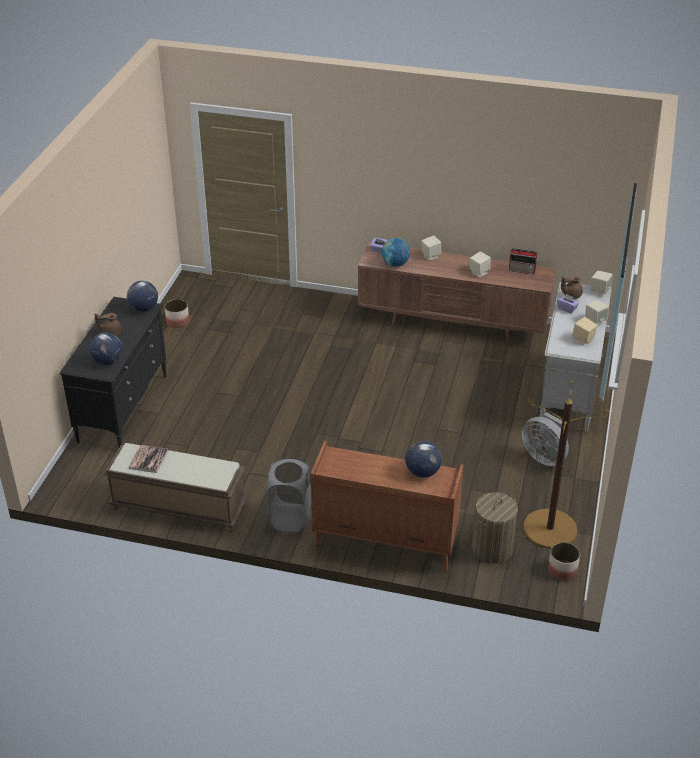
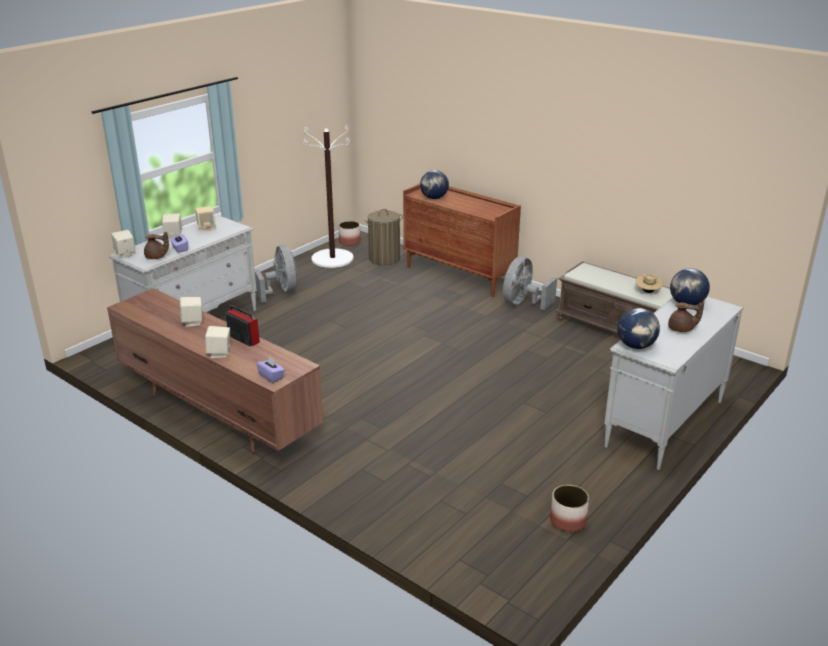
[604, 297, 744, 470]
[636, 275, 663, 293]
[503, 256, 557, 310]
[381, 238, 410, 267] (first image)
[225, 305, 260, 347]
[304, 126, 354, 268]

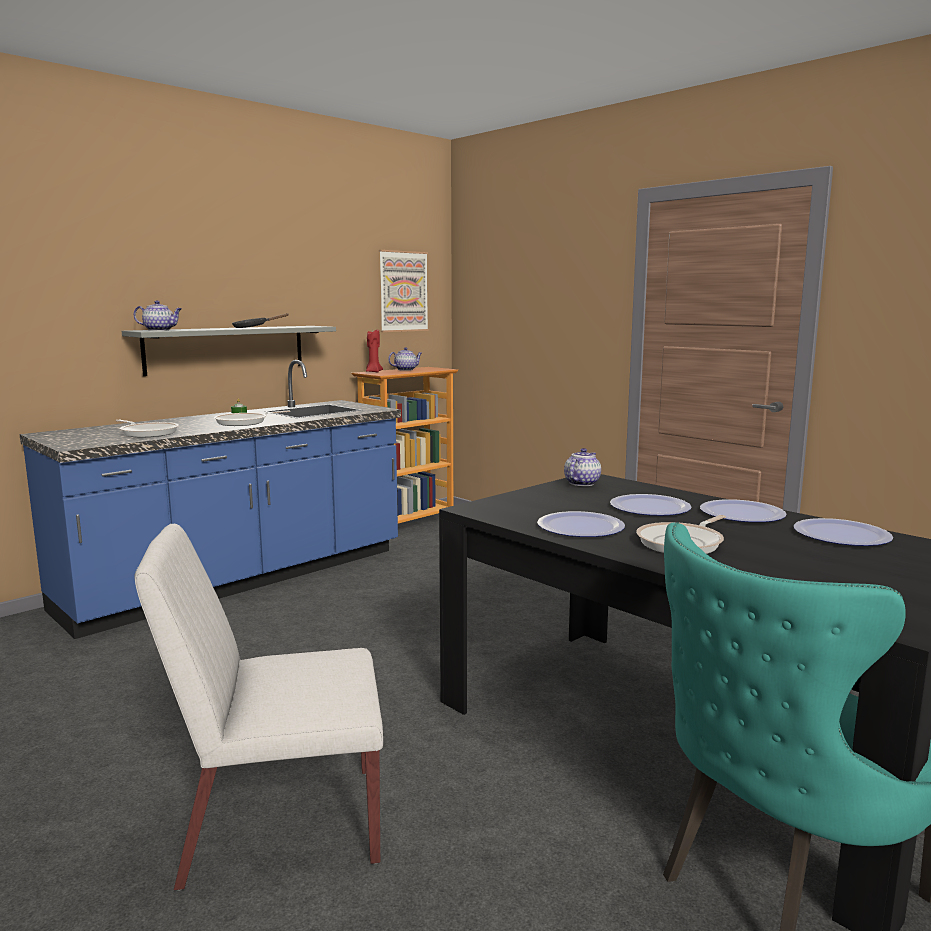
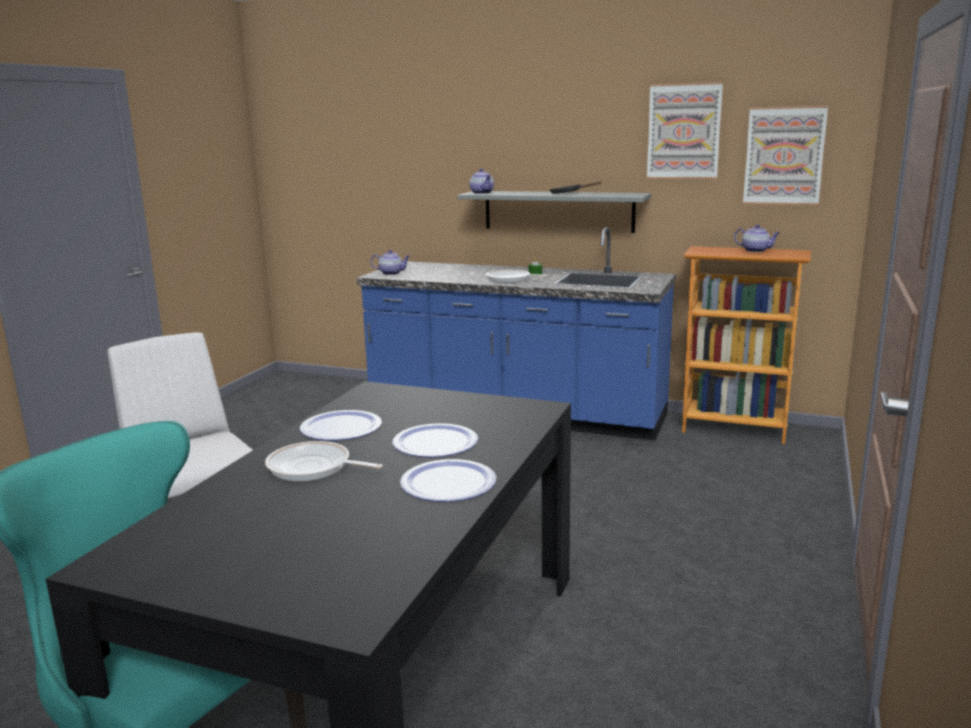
[116, 420, 179, 437] (first image)
[366, 330, 383, 372] (first image)
[371, 250, 410, 275]
[794, 518, 893, 546] (first image)
[647, 82, 723, 179]

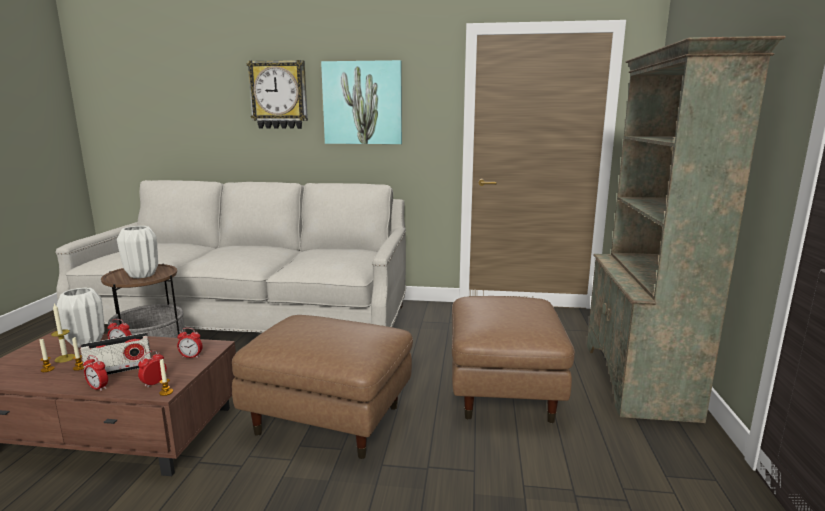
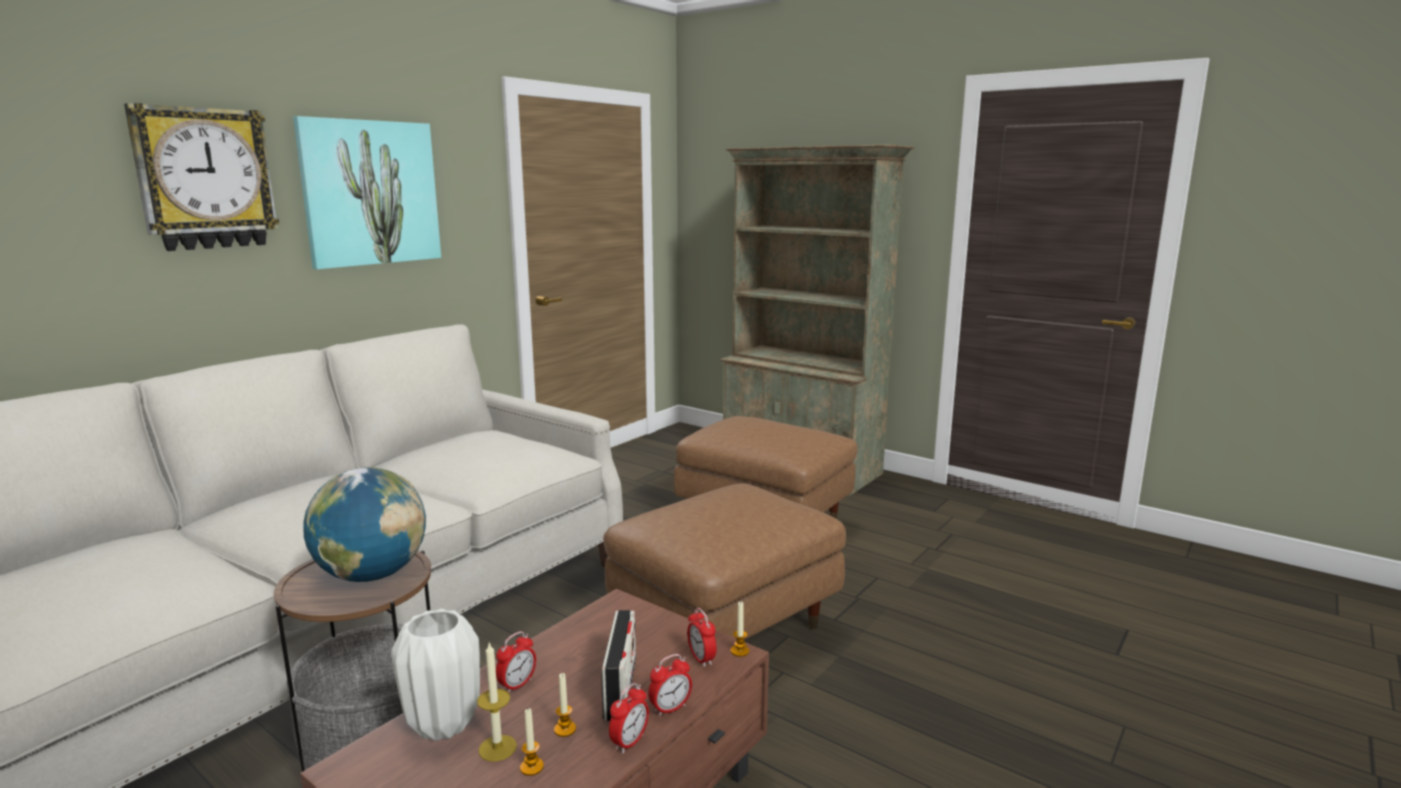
[303, 467, 426, 582]
[609, 683, 649, 754]

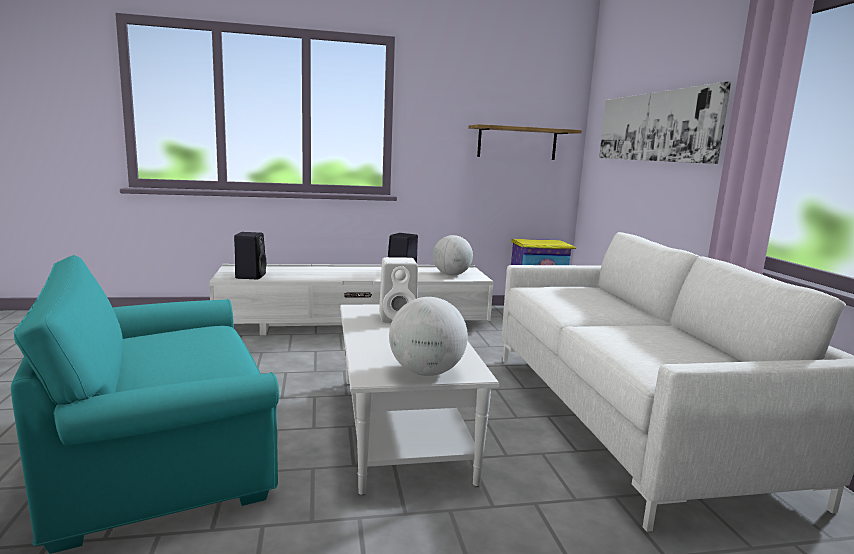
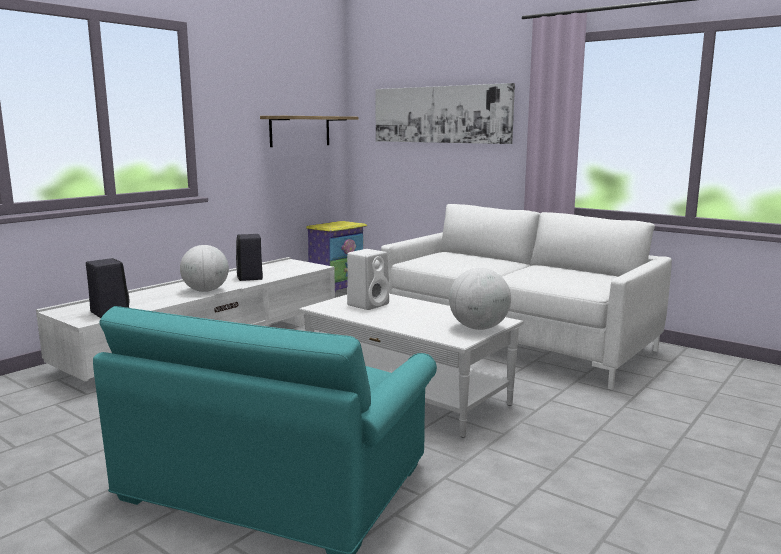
[180, 245, 229, 292]

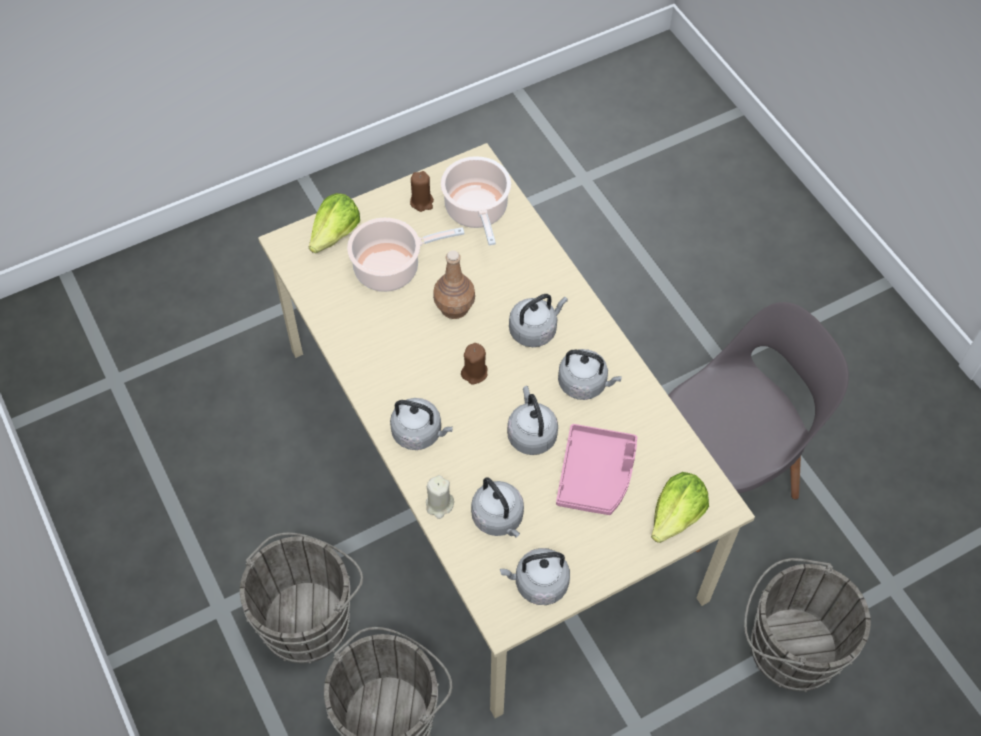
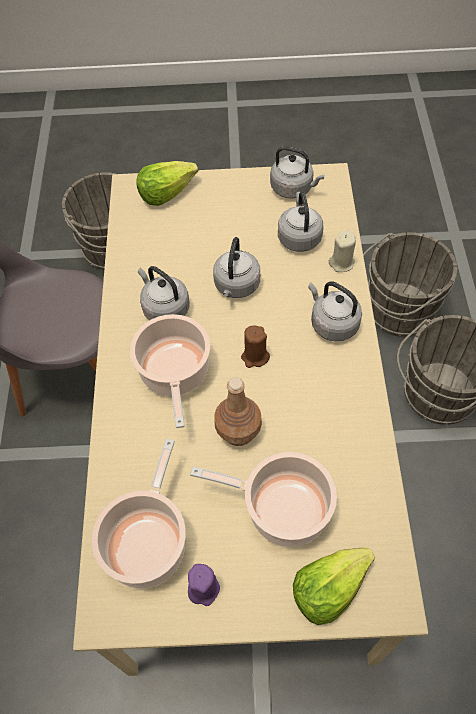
[188, 564, 220, 606]
[130, 314, 210, 428]
[556, 424, 637, 515] (first image)

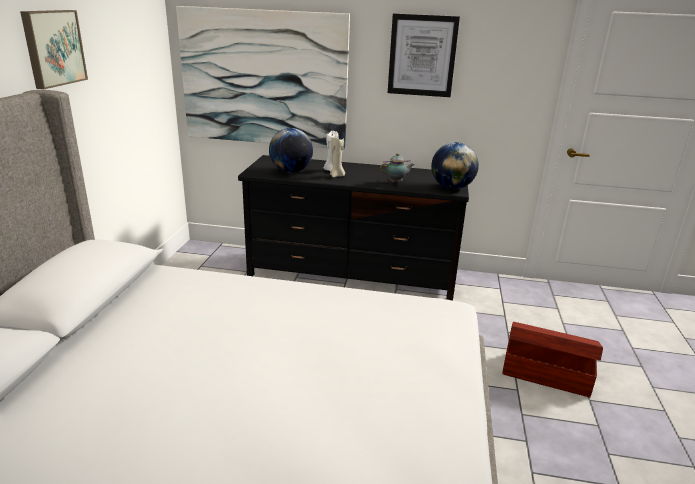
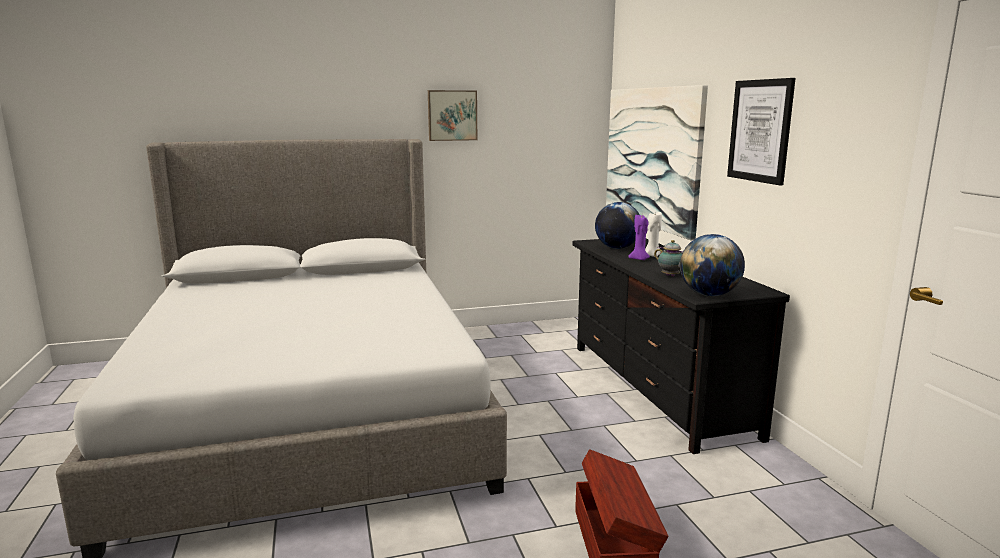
[628, 215, 650, 260]

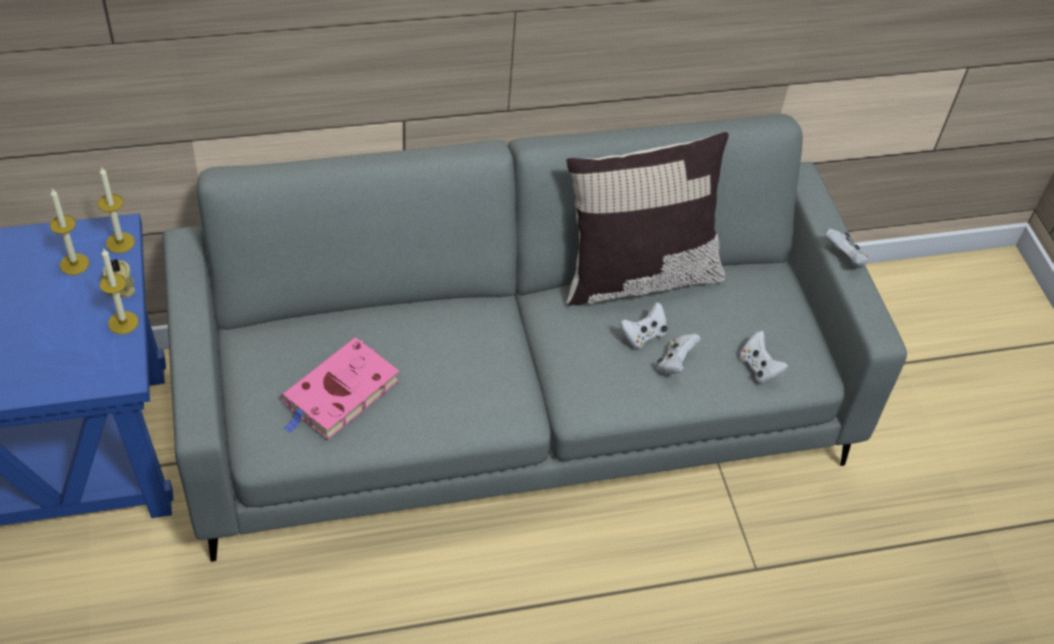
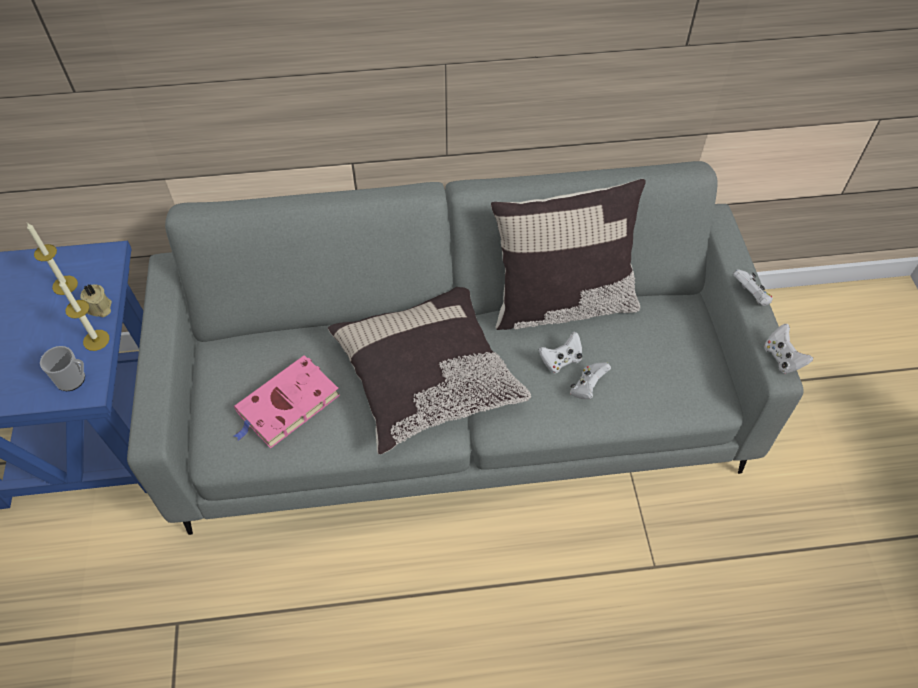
[98, 166, 135, 253] (first image)
[764, 324, 813, 374]
[40, 346, 85, 391]
[328, 287, 531, 455]

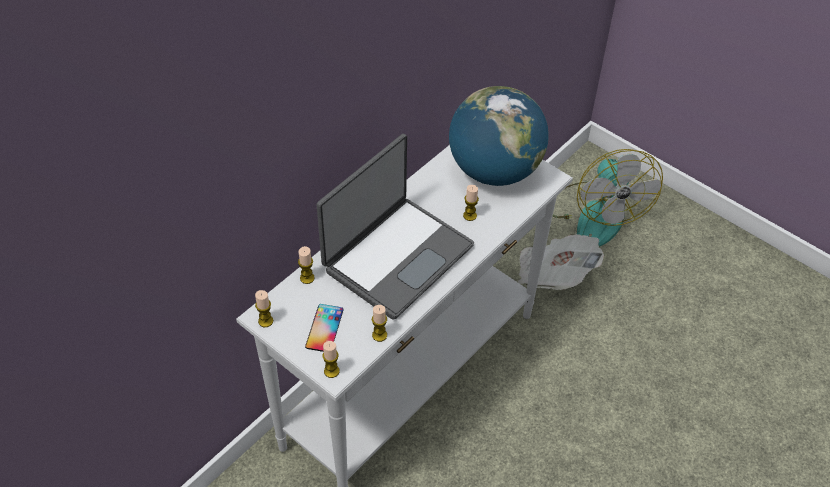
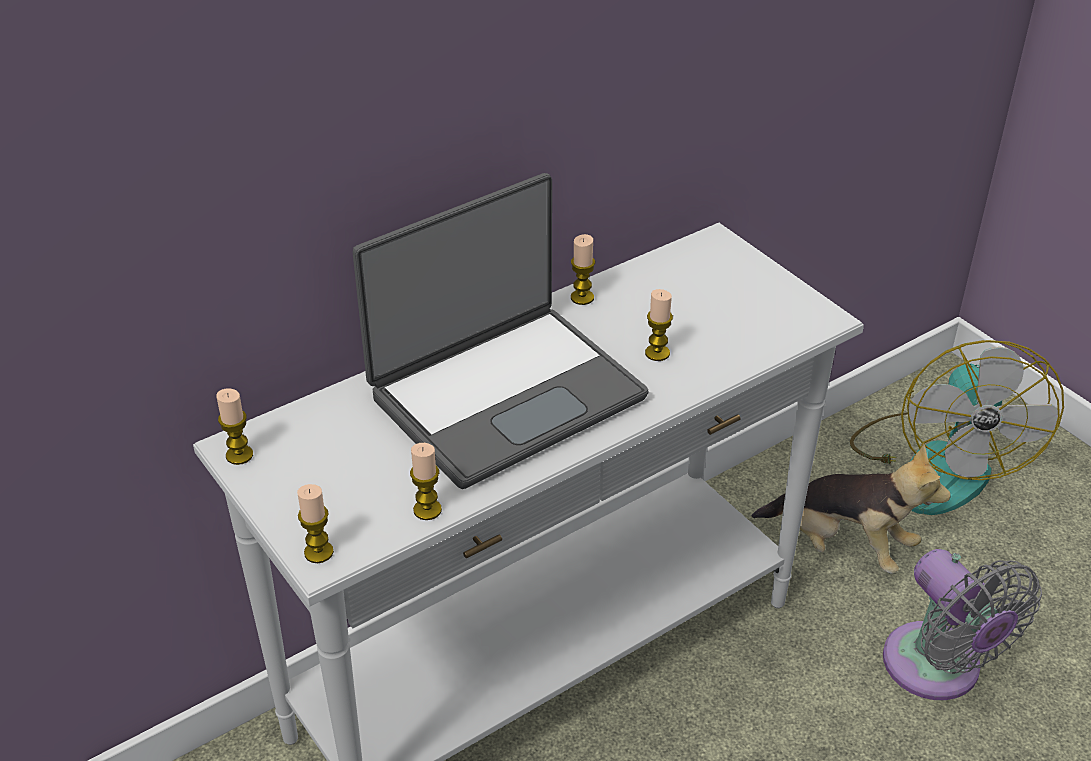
[571, 234, 595, 305]
[305, 304, 343, 352] (first image)
[449, 86, 549, 186] (first image)
[751, 444, 950, 574]
[883, 549, 1042, 700]

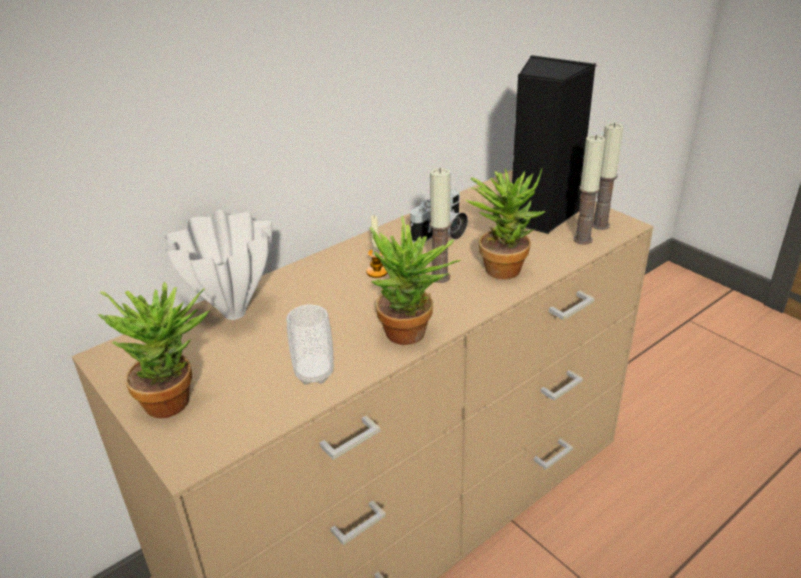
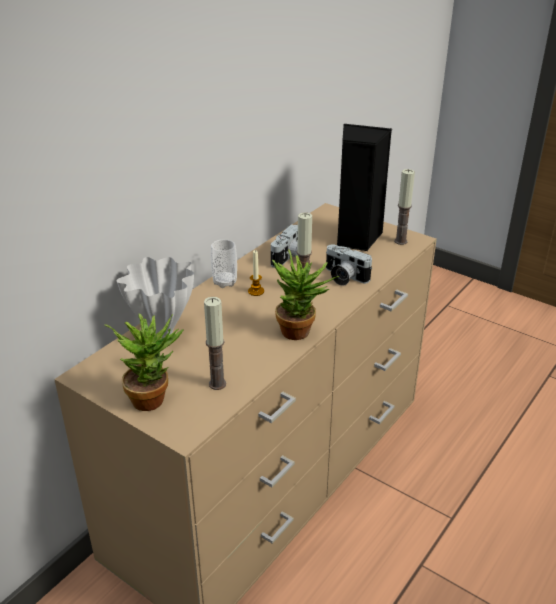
[211, 239, 237, 288]
[326, 244, 372, 286]
[204, 297, 226, 390]

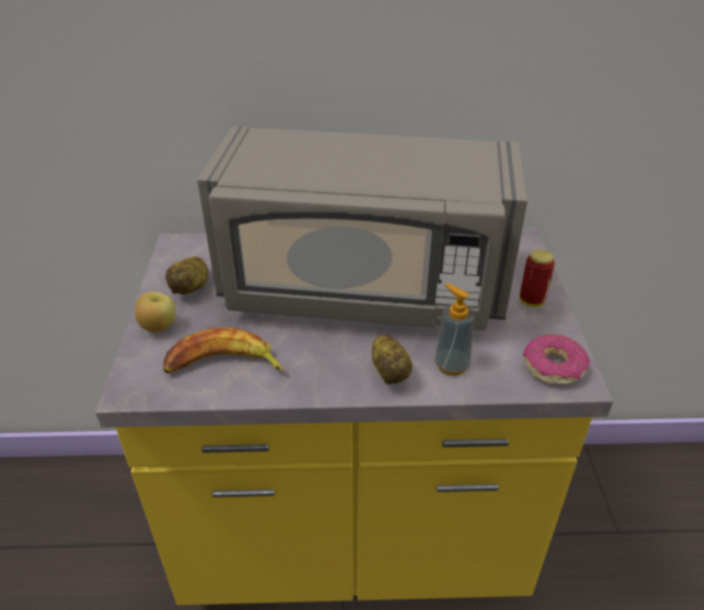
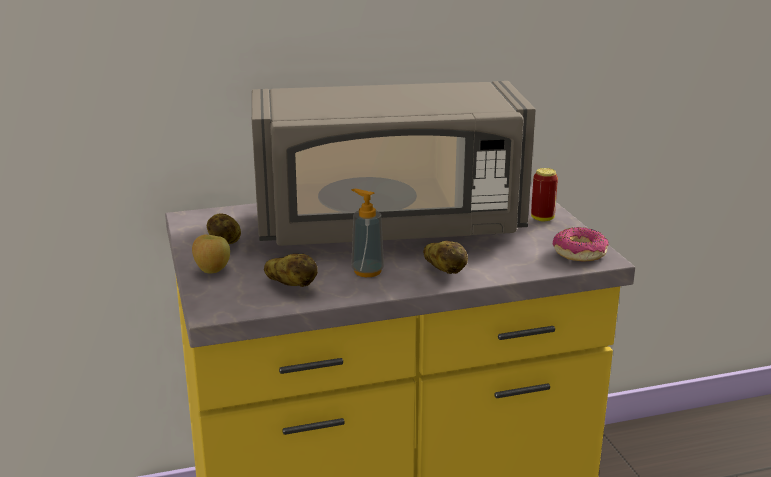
[264, 254, 318, 287]
[351, 189, 384, 277]

